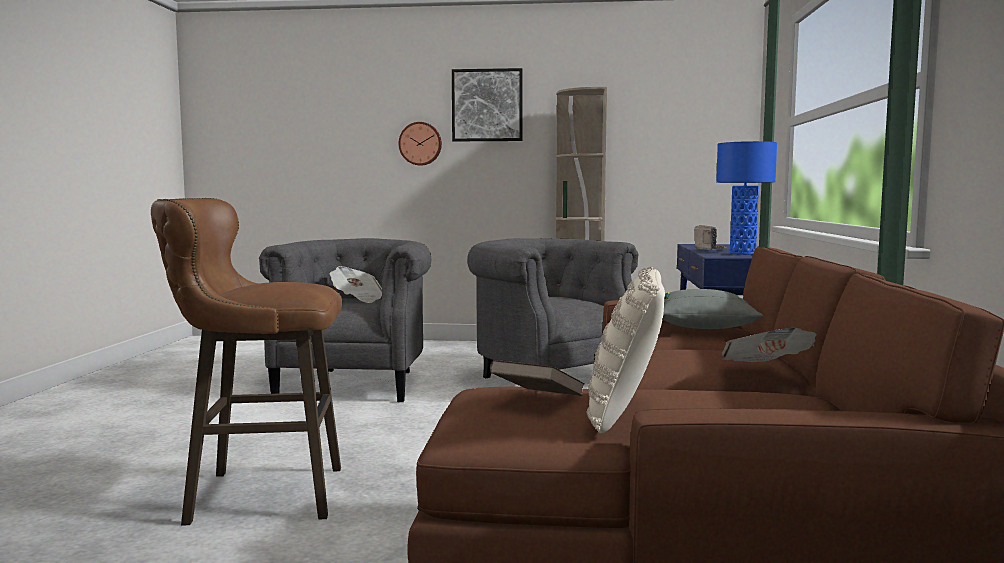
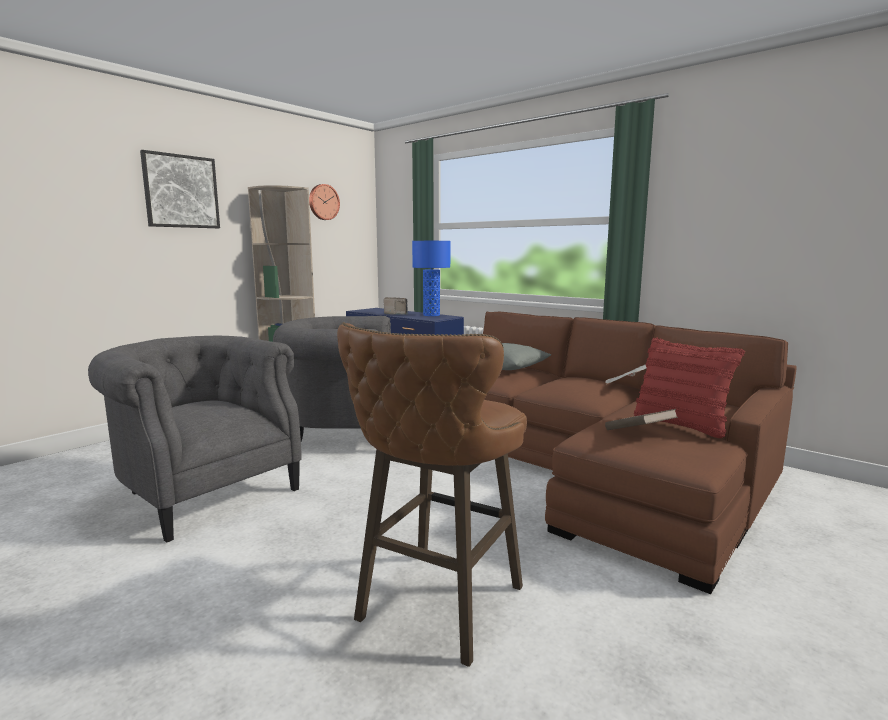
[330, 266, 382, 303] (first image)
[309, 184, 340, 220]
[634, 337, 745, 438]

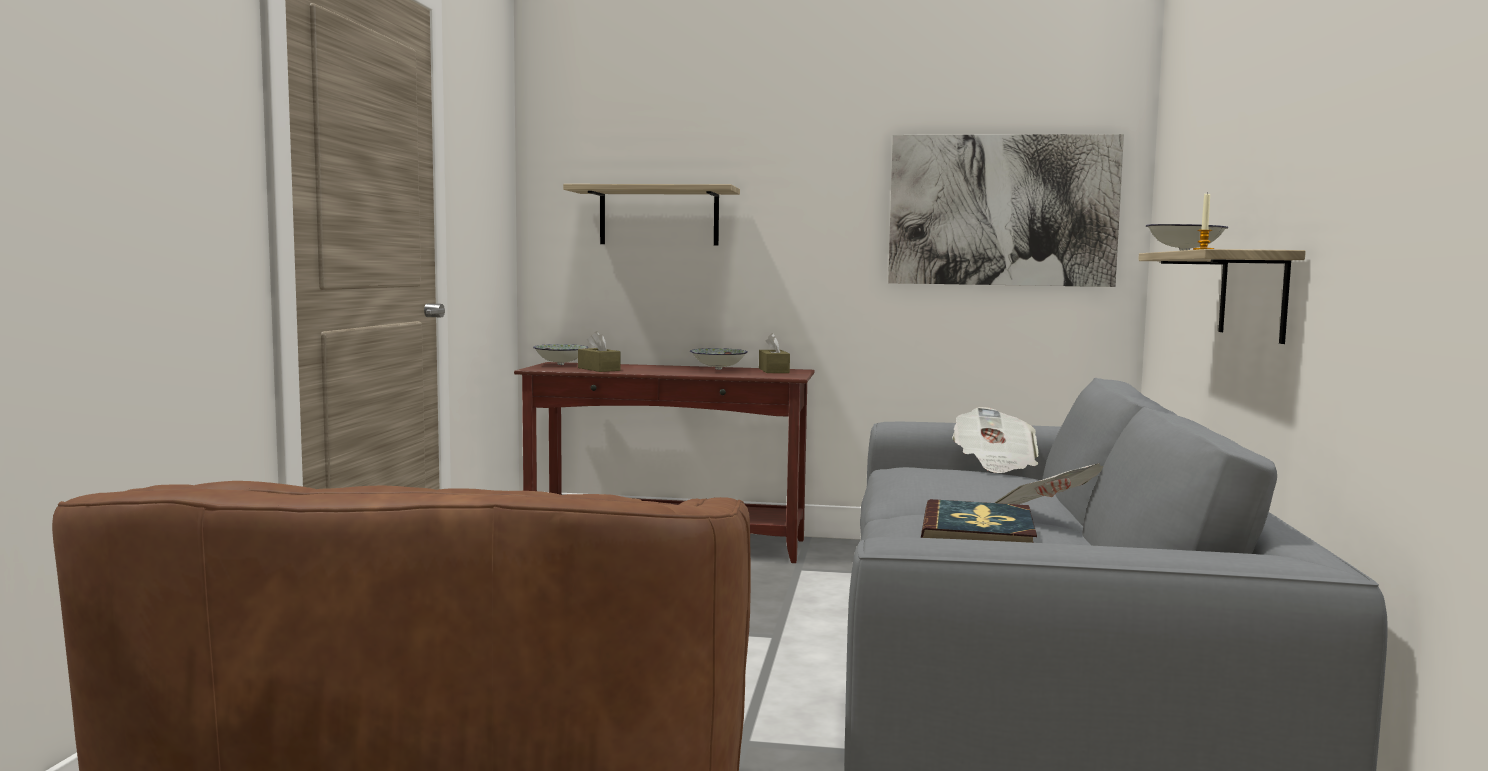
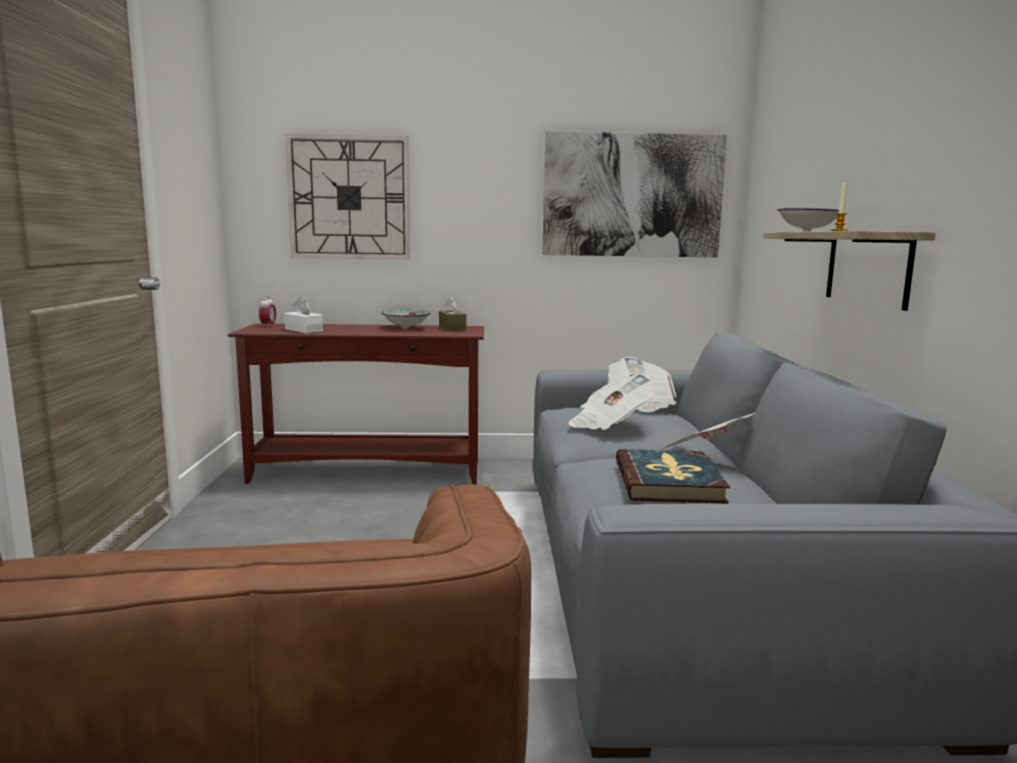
[259, 296, 276, 327]
[285, 134, 410, 259]
[284, 298, 323, 333]
[568, 374, 656, 430]

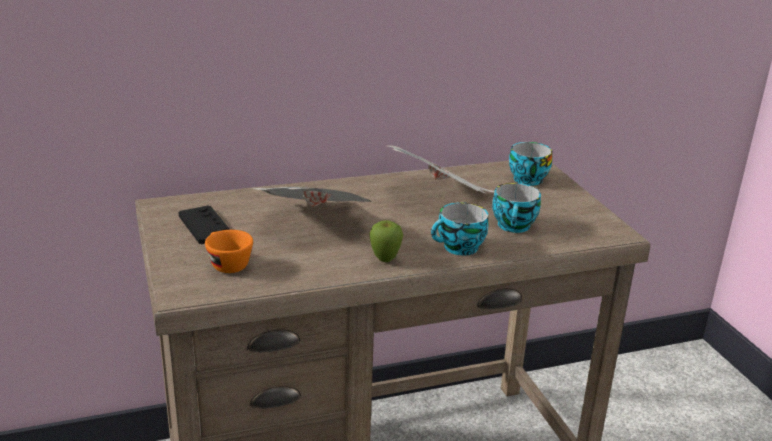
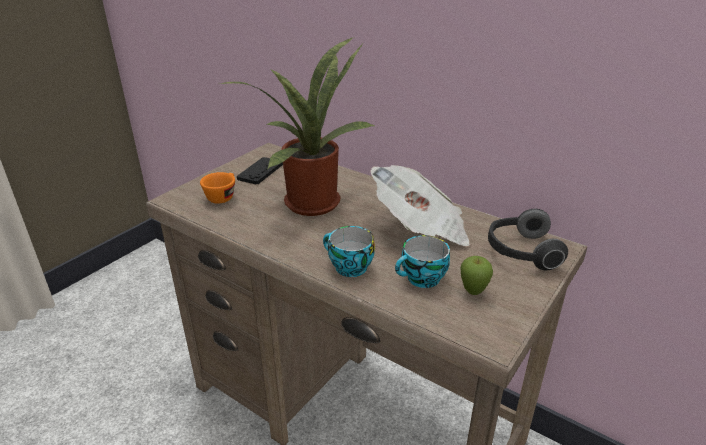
[220, 37, 374, 216]
[460, 256, 493, 295]
[488, 209, 568, 270]

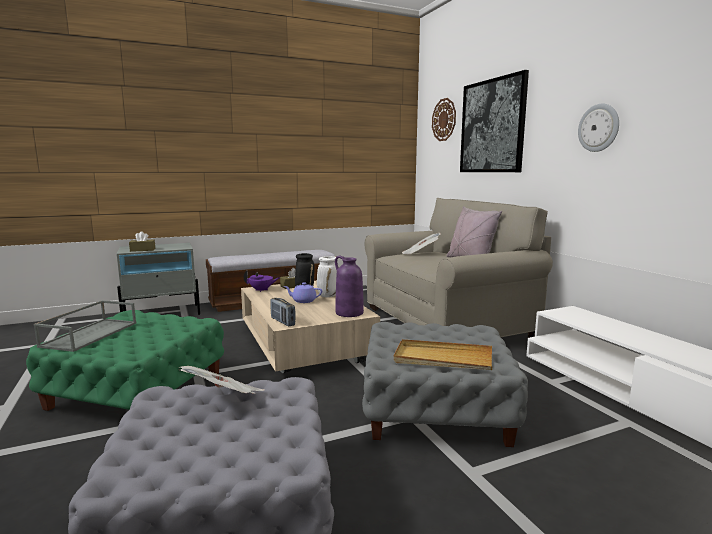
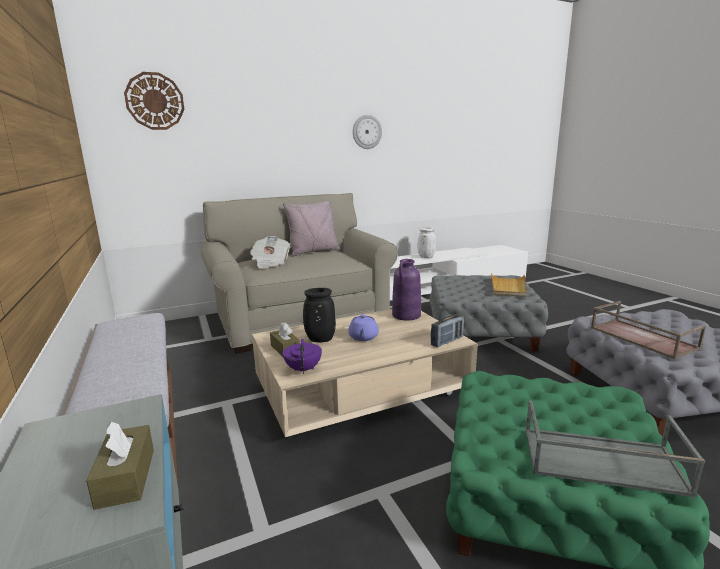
[591, 301, 706, 359]
[418, 228, 436, 258]
[460, 70, 529, 172] (first image)

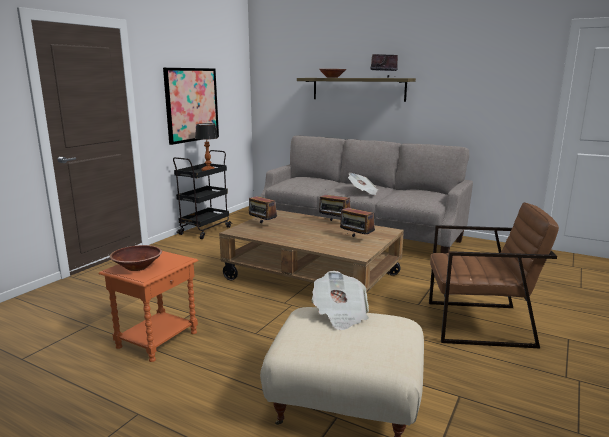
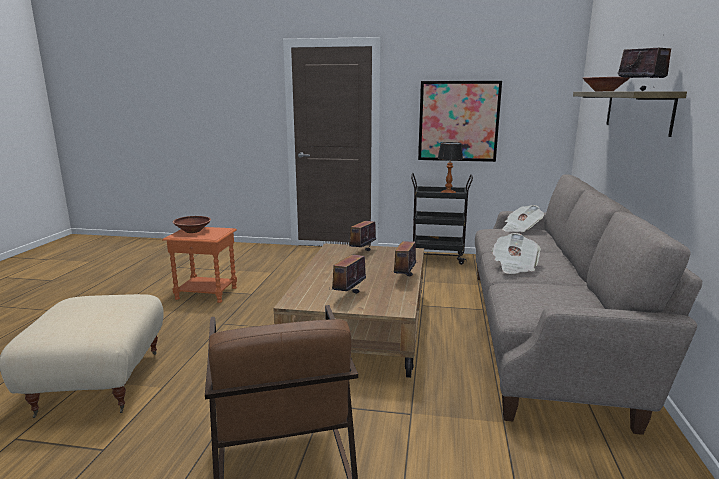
[502, 205, 544, 232]

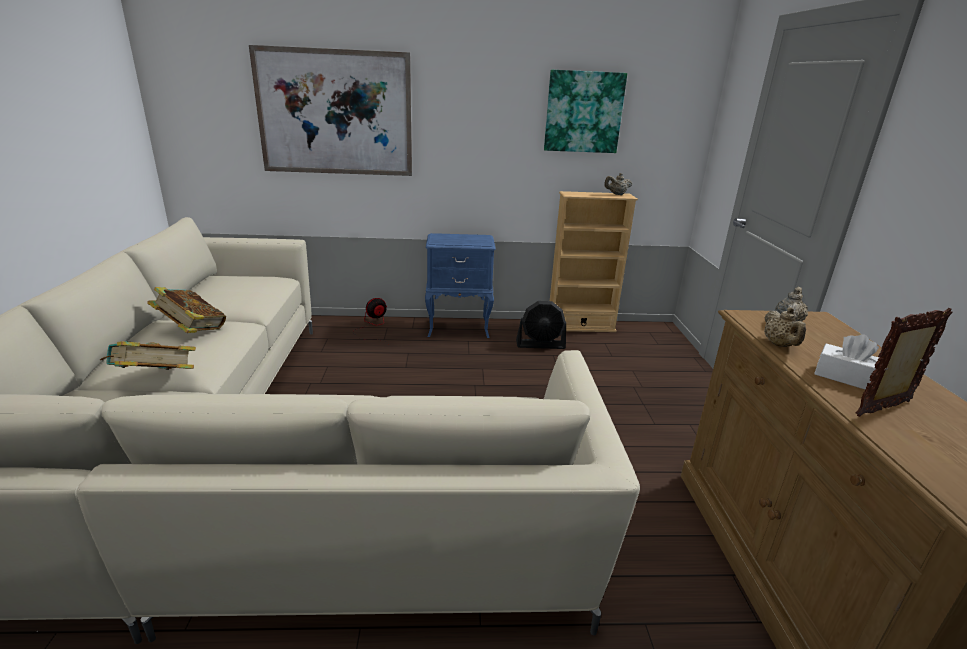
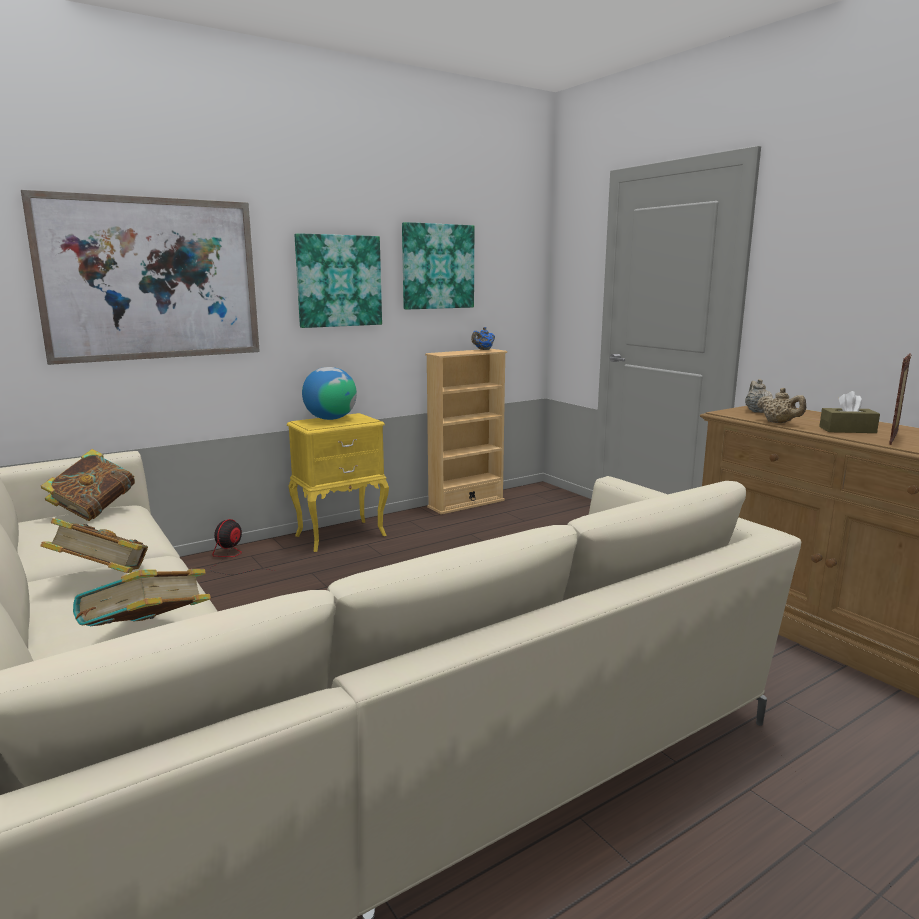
[287, 413, 389, 552]
[516, 301, 566, 349] (first image)
[471, 327, 495, 350]
[819, 391, 880, 433]
[41, 449, 135, 521]
[295, 233, 382, 328]
[302, 367, 357, 420]

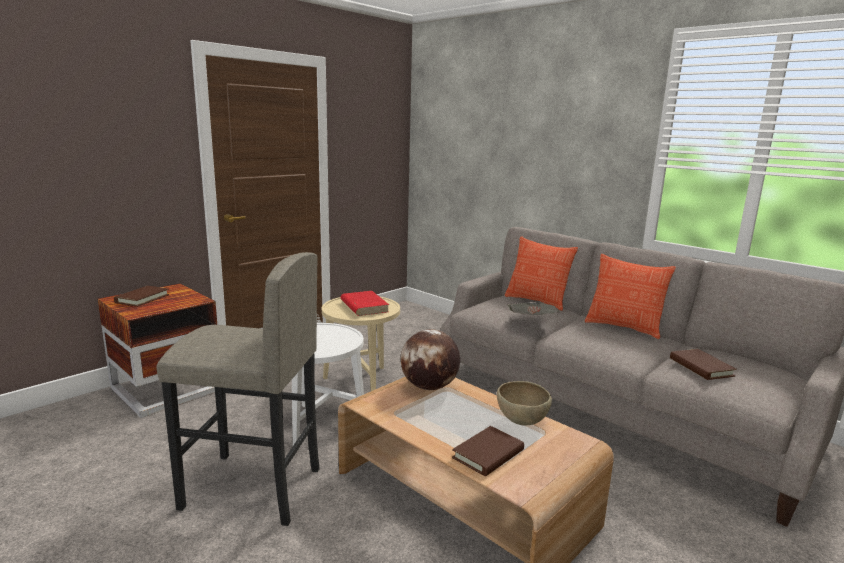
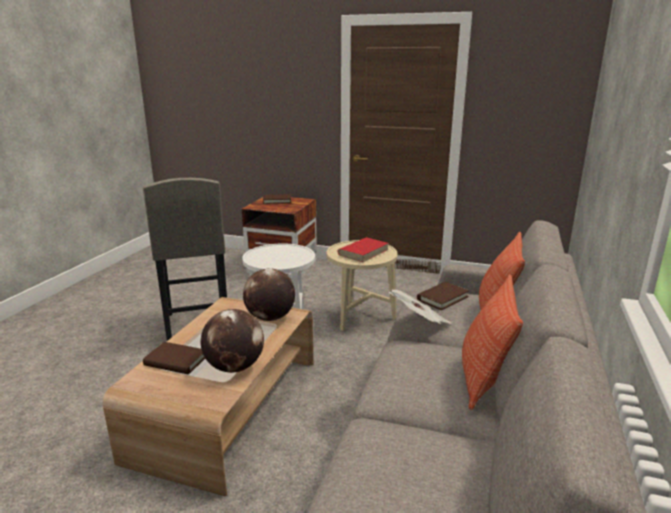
[201, 309, 264, 373]
[417, 282, 469, 310]

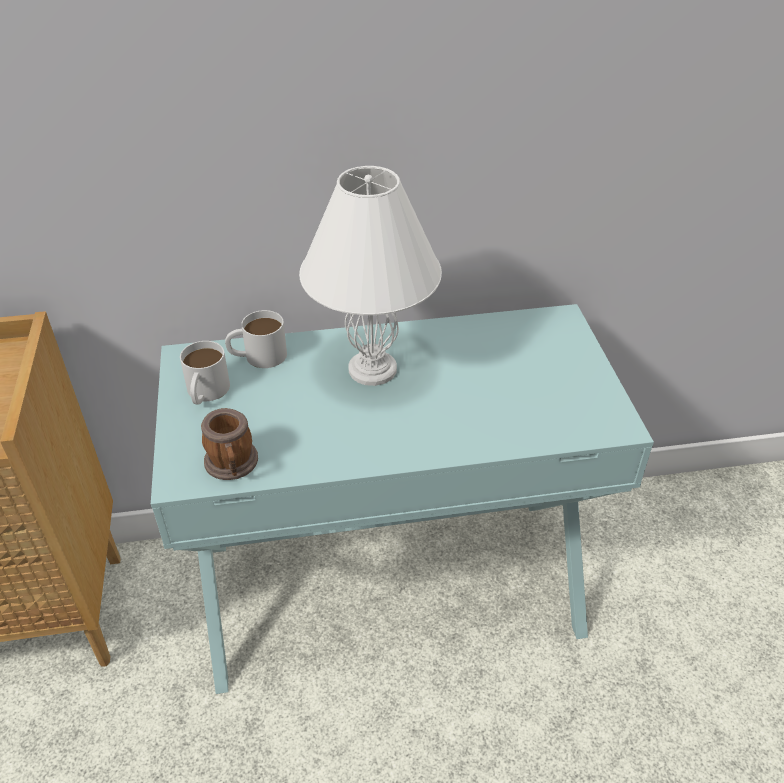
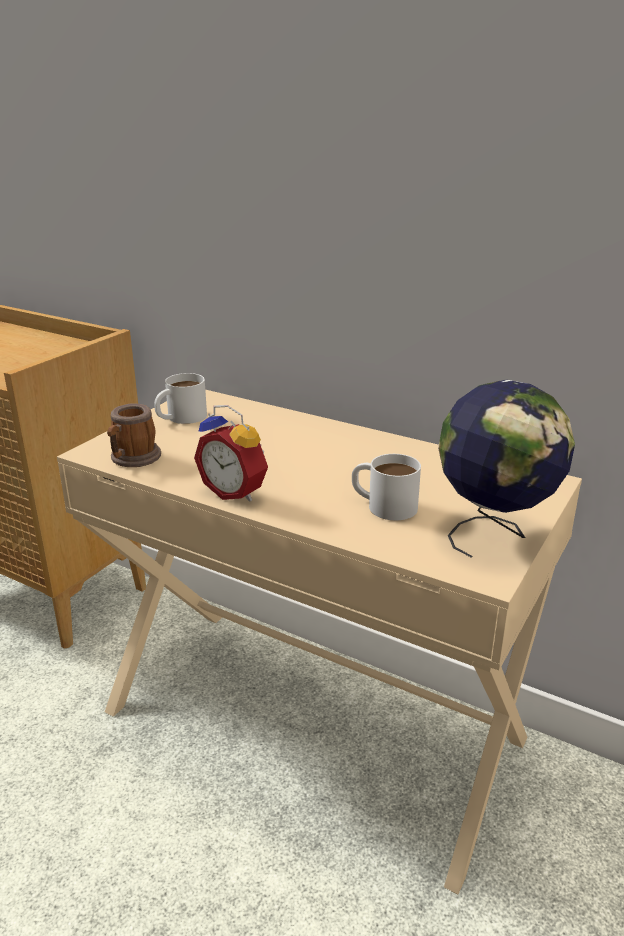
[57, 390, 582, 894]
[352, 454, 421, 520]
[299, 166, 442, 386] (first image)
[194, 405, 268, 502]
[438, 380, 575, 558]

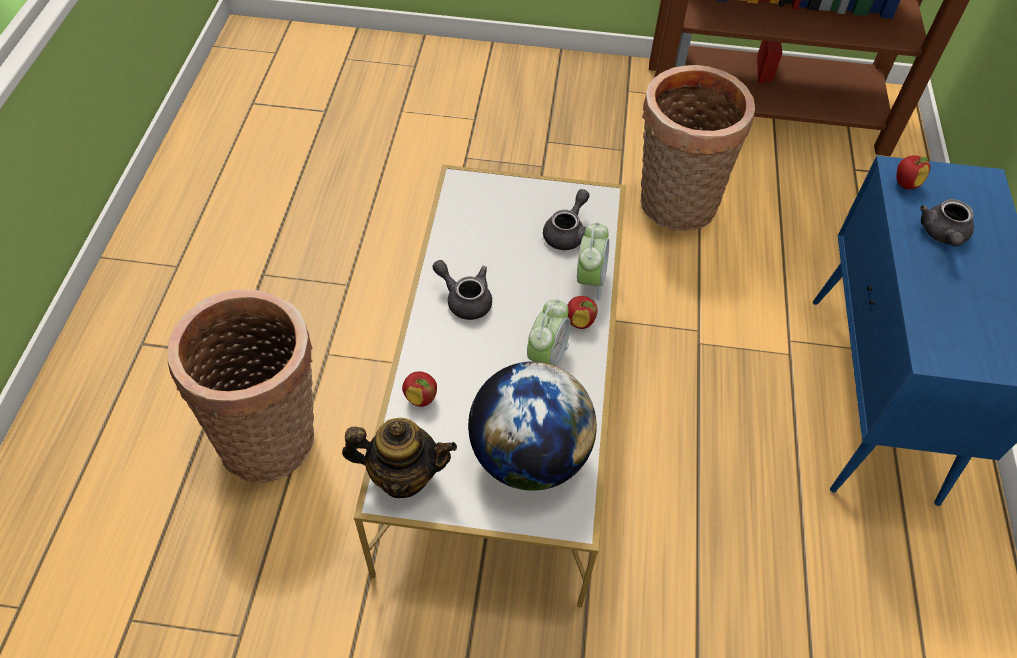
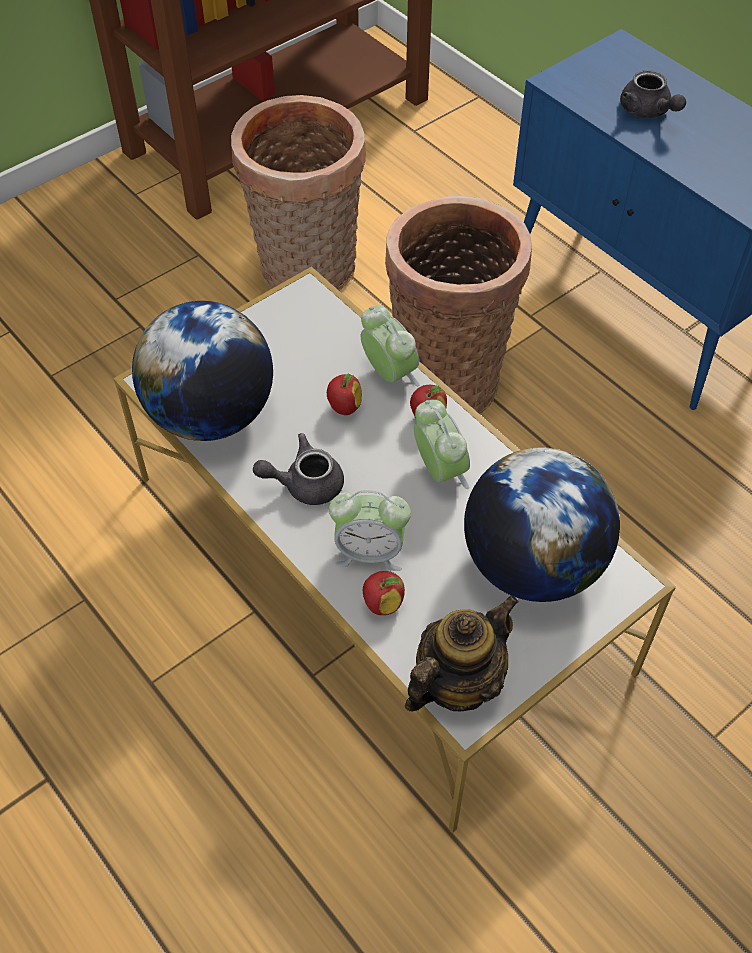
[385, 196, 532, 413]
[543, 189, 589, 250] (first image)
[327, 374, 362, 415]
[132, 301, 273, 441]
[329, 490, 411, 571]

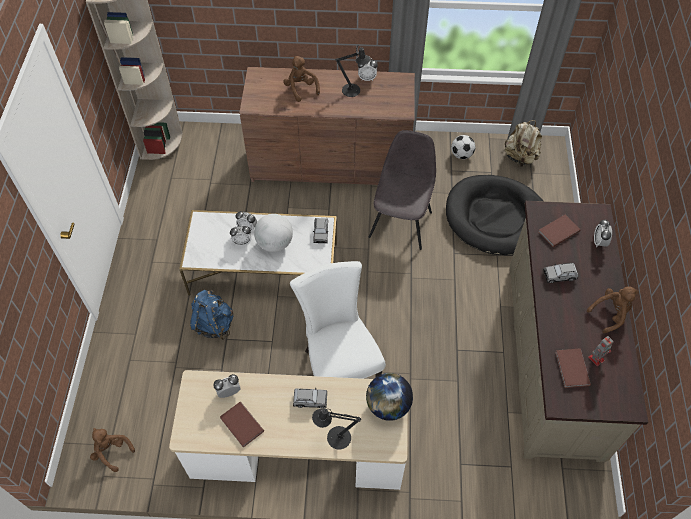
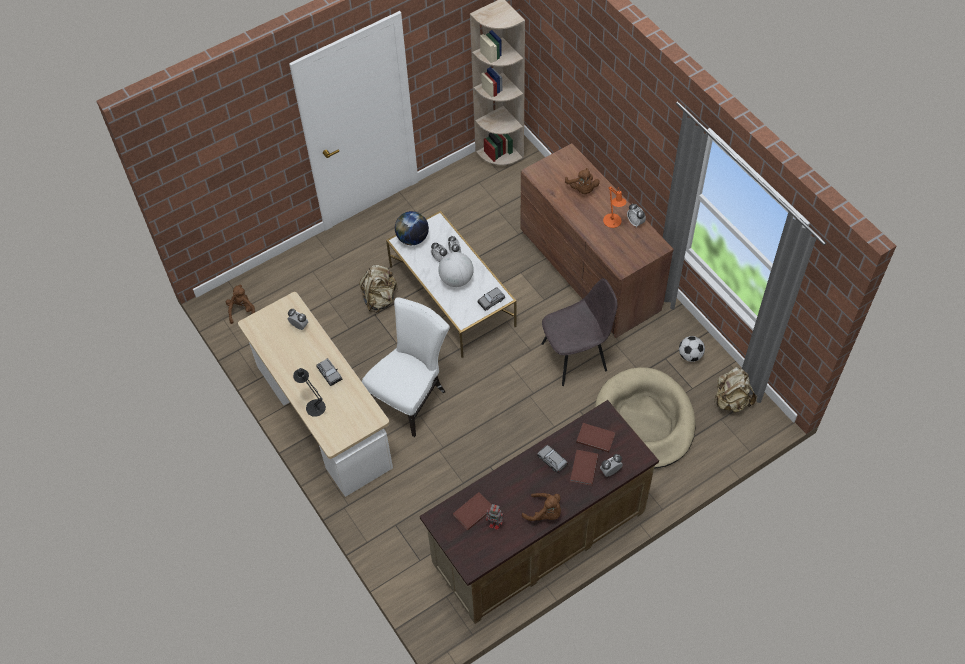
[359, 265, 398, 313]
[570, 450, 599, 486]
[565, 168, 600, 194]
[603, 186, 626, 228]
[395, 211, 429, 245]
[595, 367, 696, 469]

